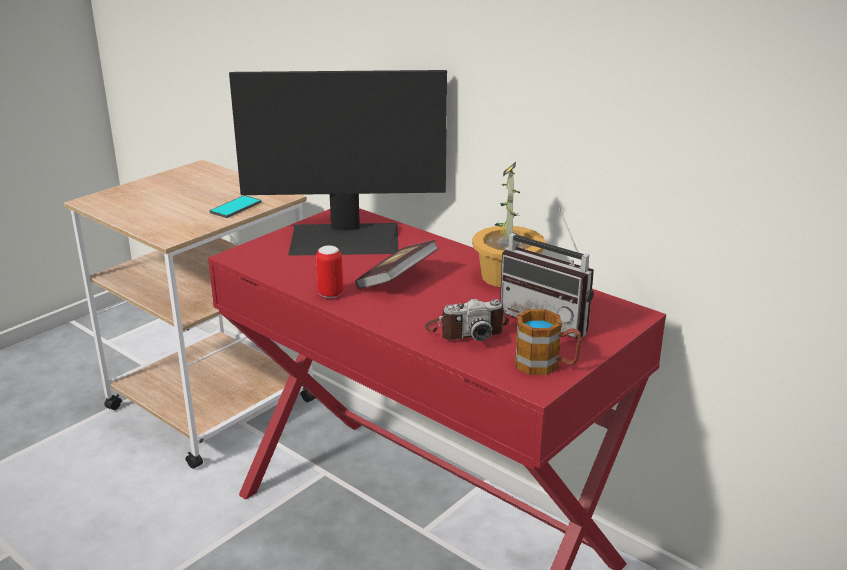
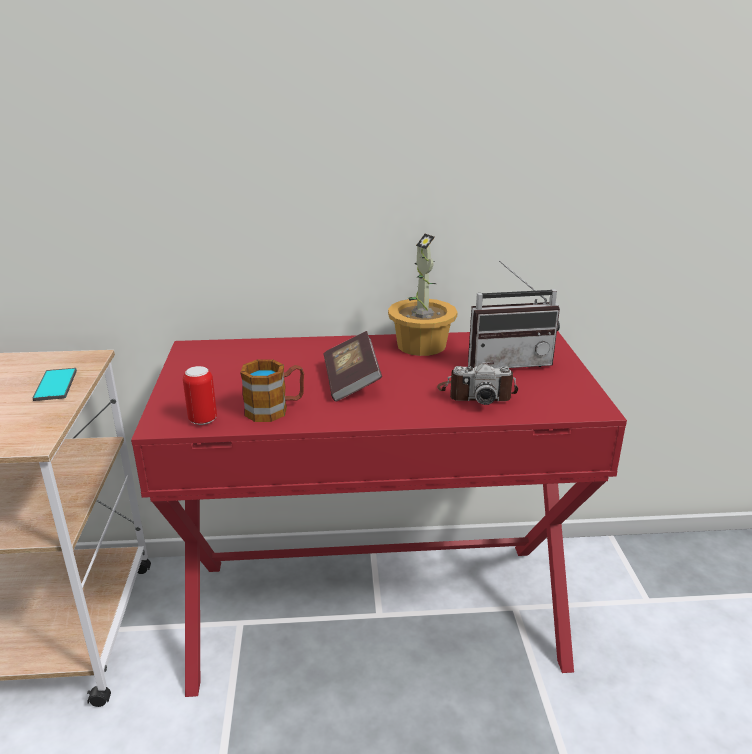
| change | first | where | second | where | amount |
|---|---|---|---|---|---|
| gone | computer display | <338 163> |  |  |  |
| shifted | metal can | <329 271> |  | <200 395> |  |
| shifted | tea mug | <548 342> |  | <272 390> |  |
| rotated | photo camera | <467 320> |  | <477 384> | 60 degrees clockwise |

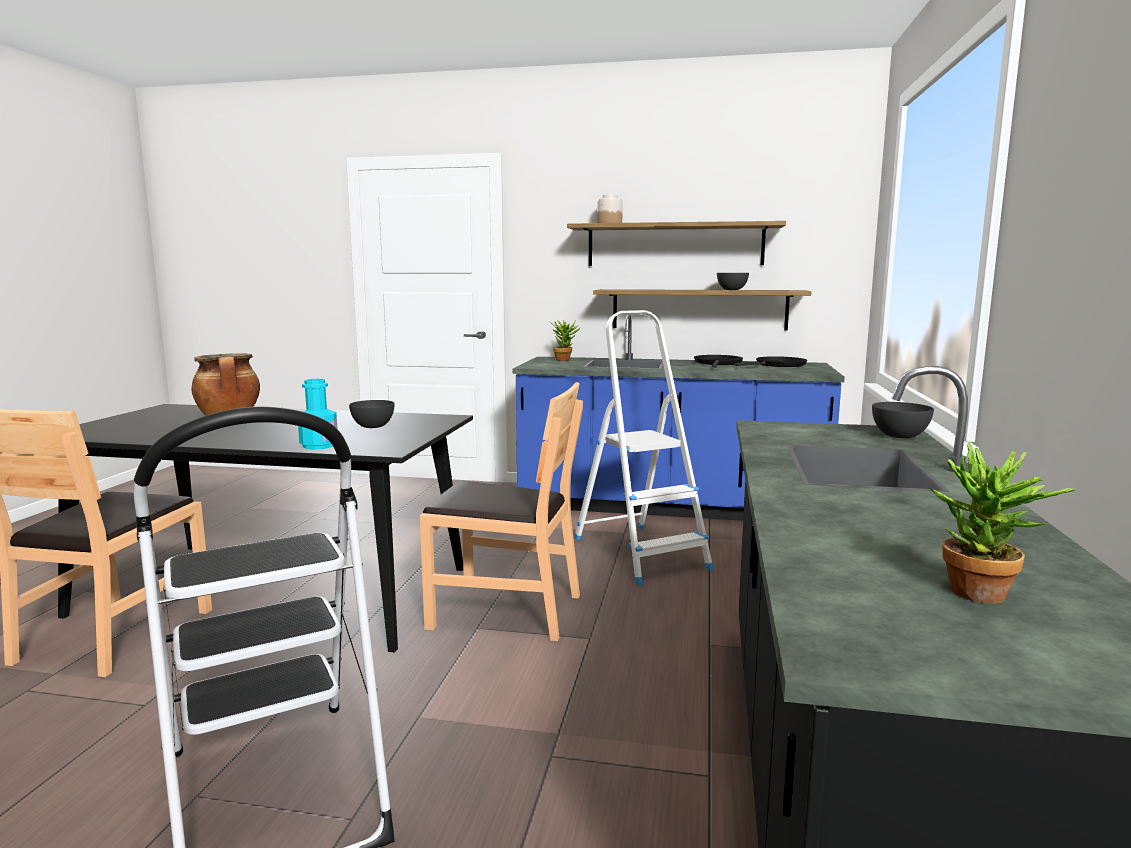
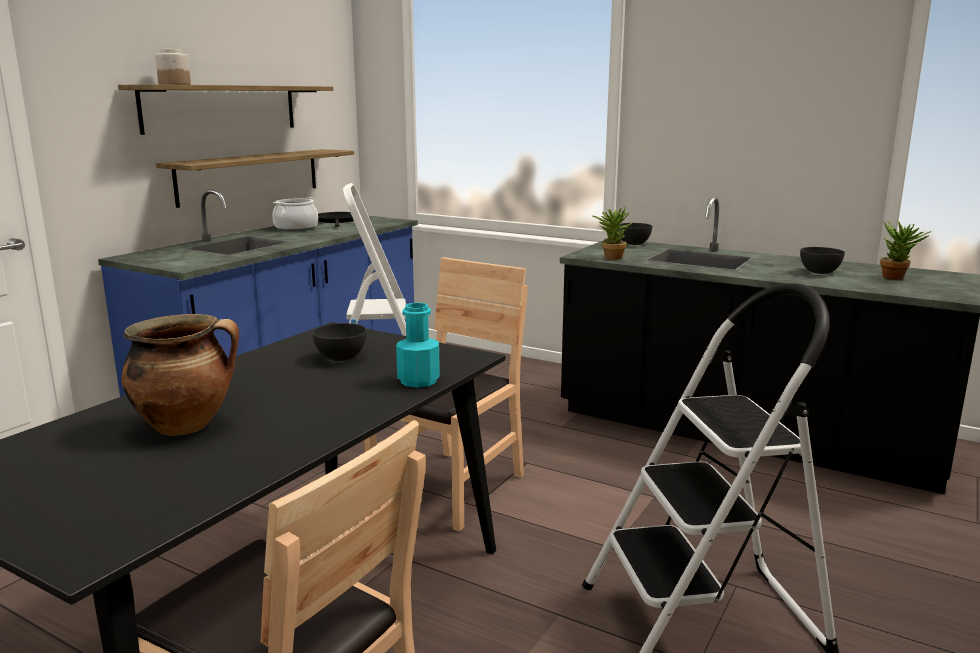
| change | first | where | second | where | amount |
|---|---|---|---|---|---|
| shifted | plant in a pot | <565 340> |  | <613 233> |  |
| shifted | bowl (gray) | <733 281> |  | <822 260> |  |
| swapped | frying pan (black-coloured) | <718 361> | stockpot | <295 214> |  |

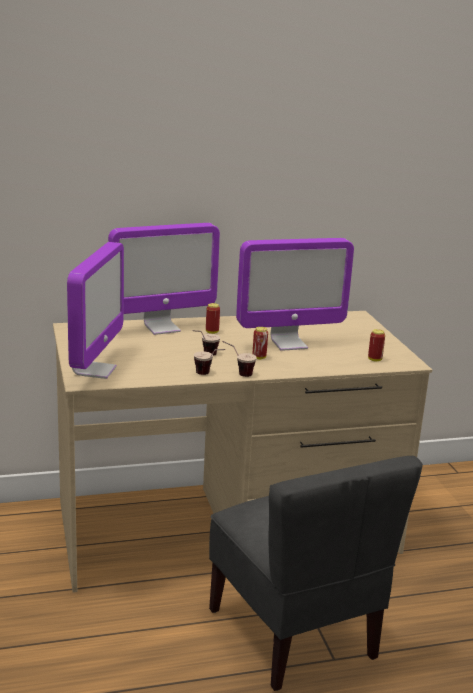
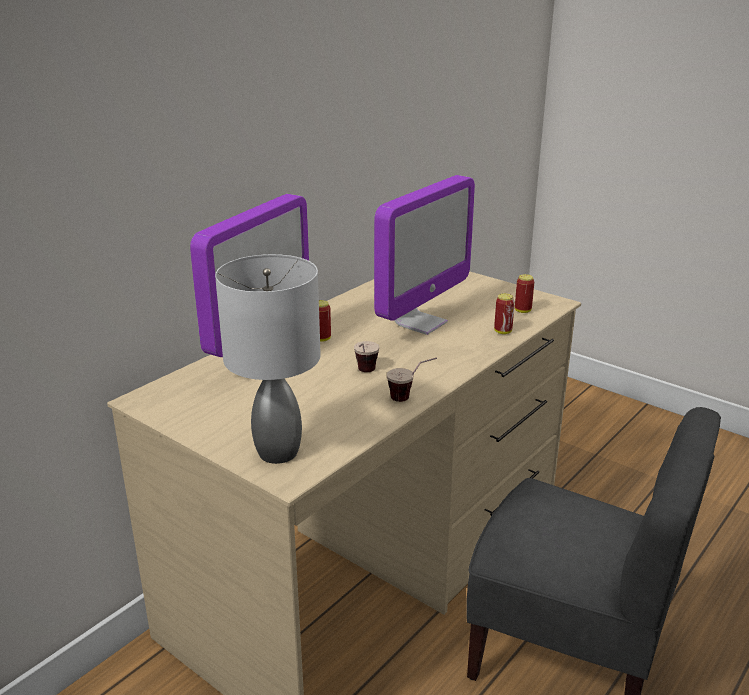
| change | first | where | second | where | amount |
|---|---|---|---|---|---|
| gone | drinking cup | <239 359> |  |  |  |
| shifted | metal can | <260 343> |  | <504 313> |  |
| swapped | computer display | <95 310> | table lamp (gray) | <268 359> |  |

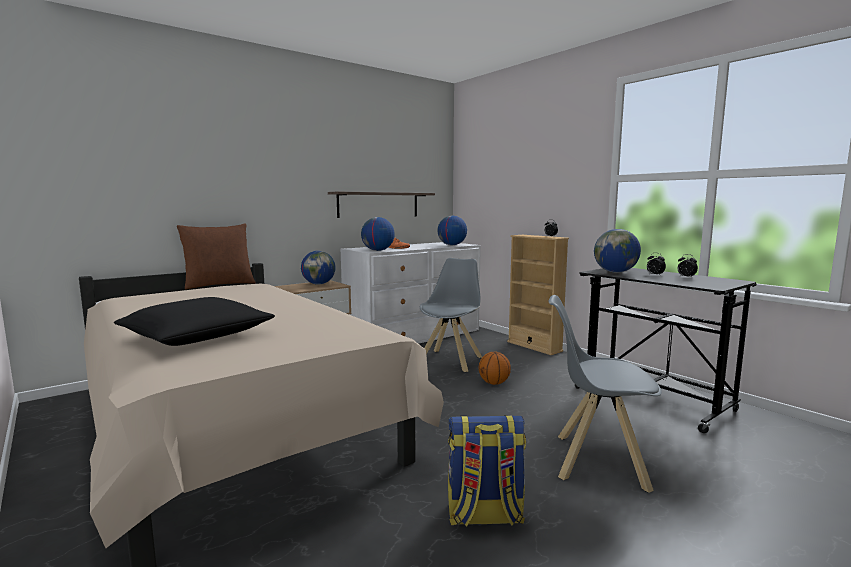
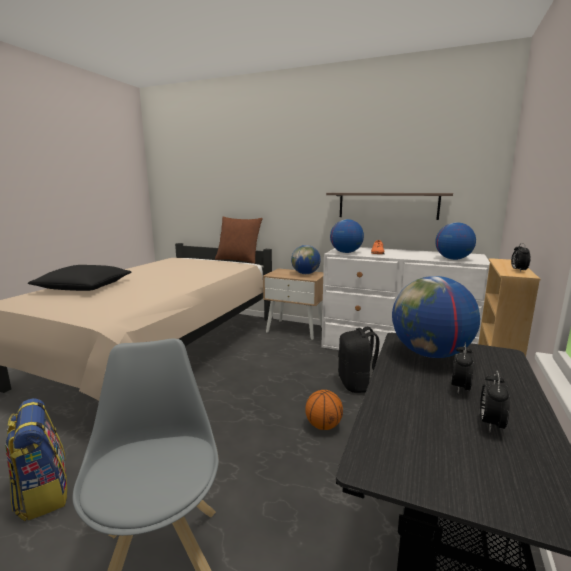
| change | first | where | second | where | amount |
|---|---|---|---|---|---|
| swapped | upright chair (gray) | <451 315> | rucksack (black-coloured) | <358 360> |  |

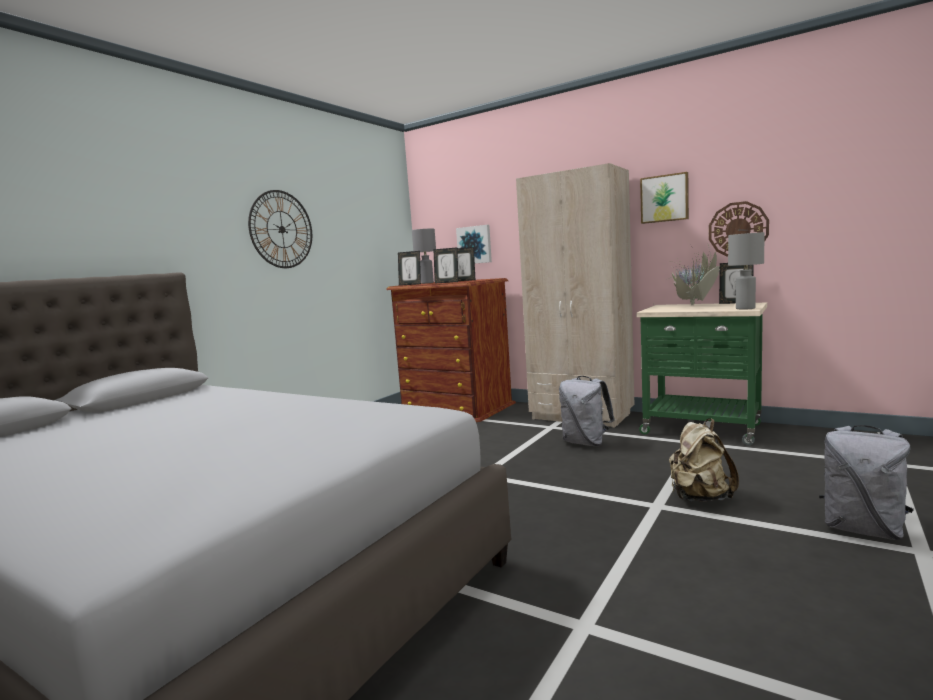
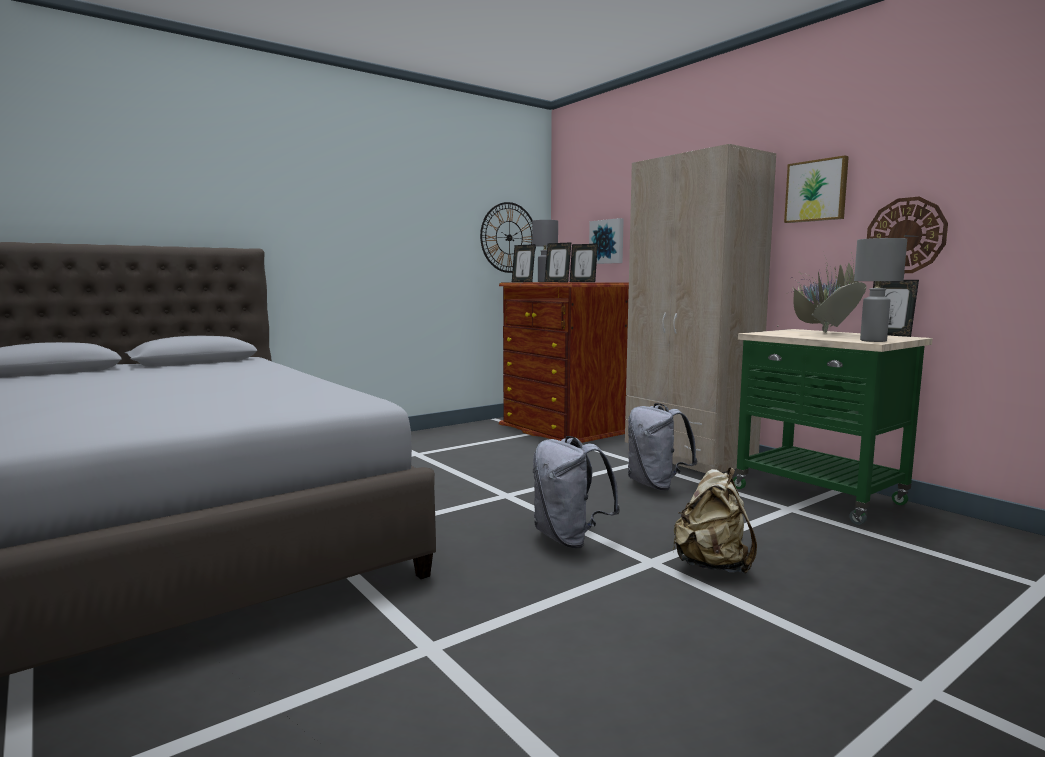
| change | first | where | second | where | amount |
|---|---|---|---|---|---|
| shifted | hanging clock | <280 229> |  | <508 237> |  |
| shifted | rucksack (gray) | <866 482> |  | <576 492> |  |

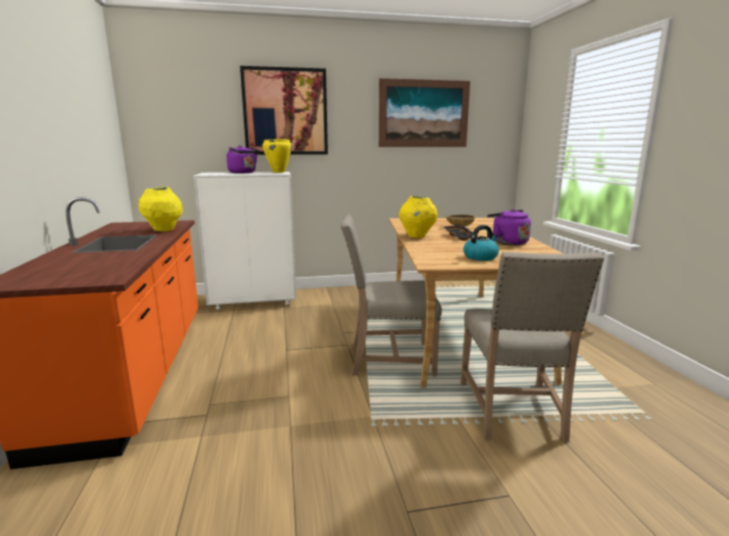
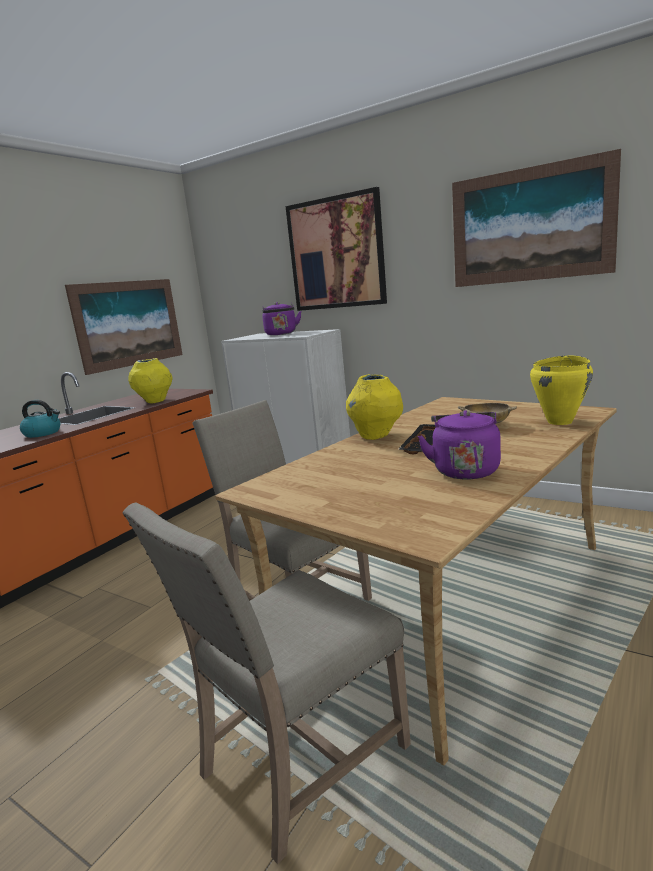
| change | first | where | second | where | amount |
|---|---|---|---|---|---|
| new |  |  | wall art | <124 327> |  |
| shifted | stockpot (yellow-coloured) | <277 156> |  | <561 390> |  |
| shifted | tea kettle | <481 243> |  | <40 419> |  |

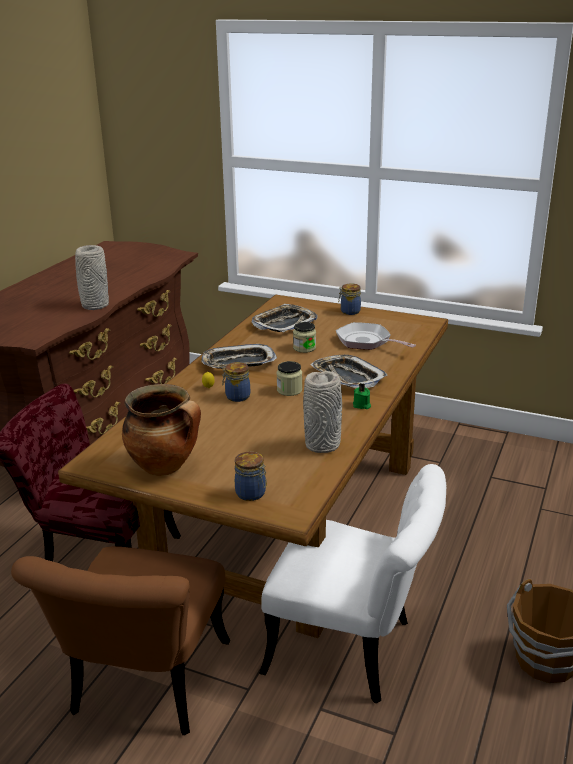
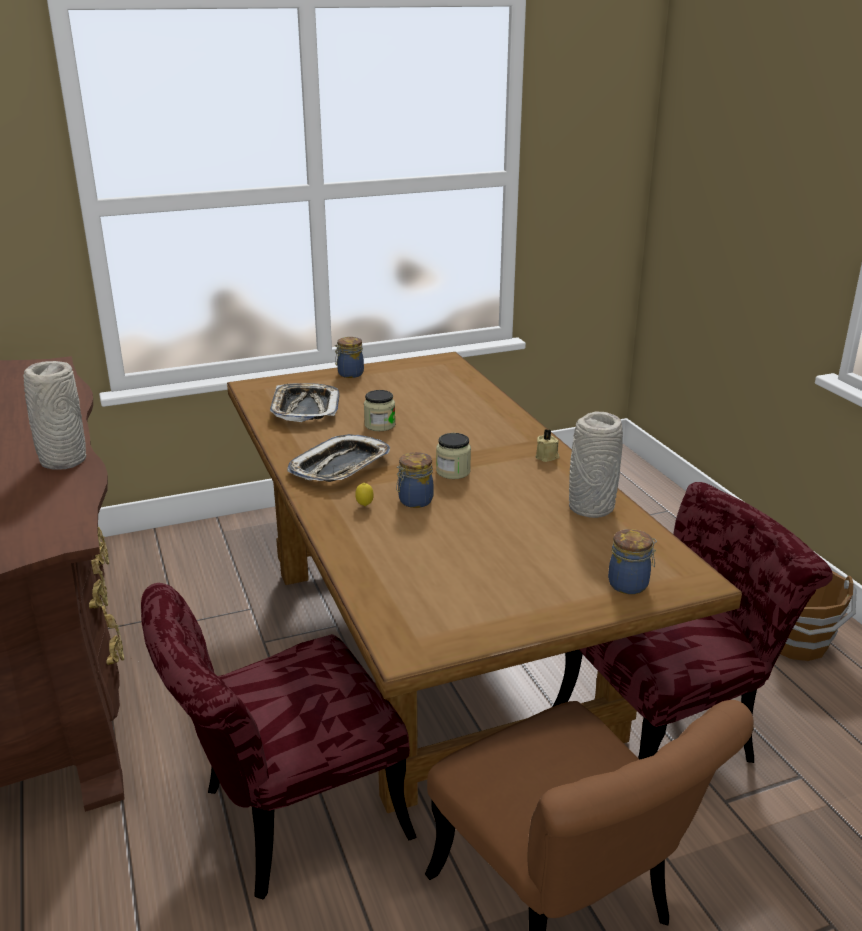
| change | first | where | second | where | amount |
|---|---|---|---|---|---|
| gone | stockpot | <161 430> |  |  |  |
| gone | serving tray | <349 371> |  |  |  |
| gone | frying pan | <376 336> |  |  |  |
| repainted | upright chair (white-coloured) | <352 583> | upright chair (red) | <692 622> |  |
| repainted | wax candle (green) | <362 396> | wax candle (sand-coloured) | <547 445> |  |

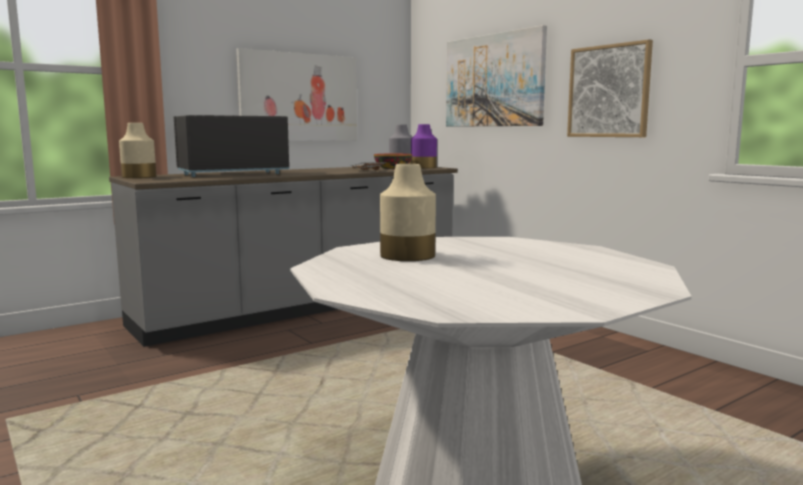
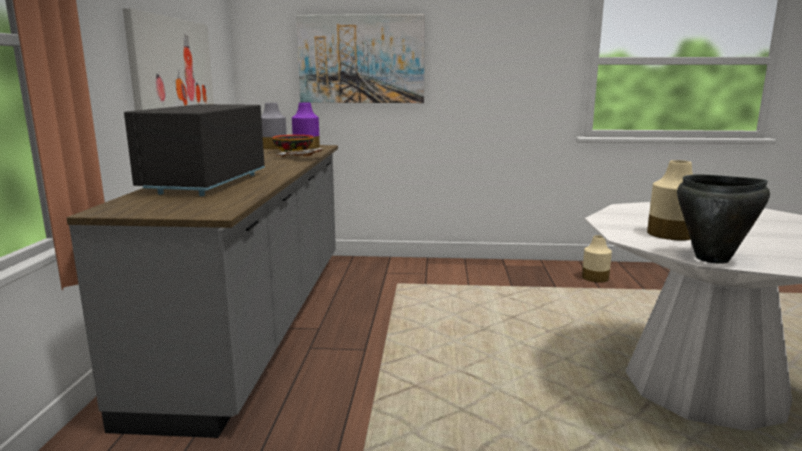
| change | first | where | second | where | amount |
|---|---|---|---|---|---|
| gone | wall art | <610 88> |  |  |  |
| new |  |  | stockpot (black-coloured) | <723 219> |  |
| shifted | vase (sand-coloured) | <138 150> |  | <597 258> |  |

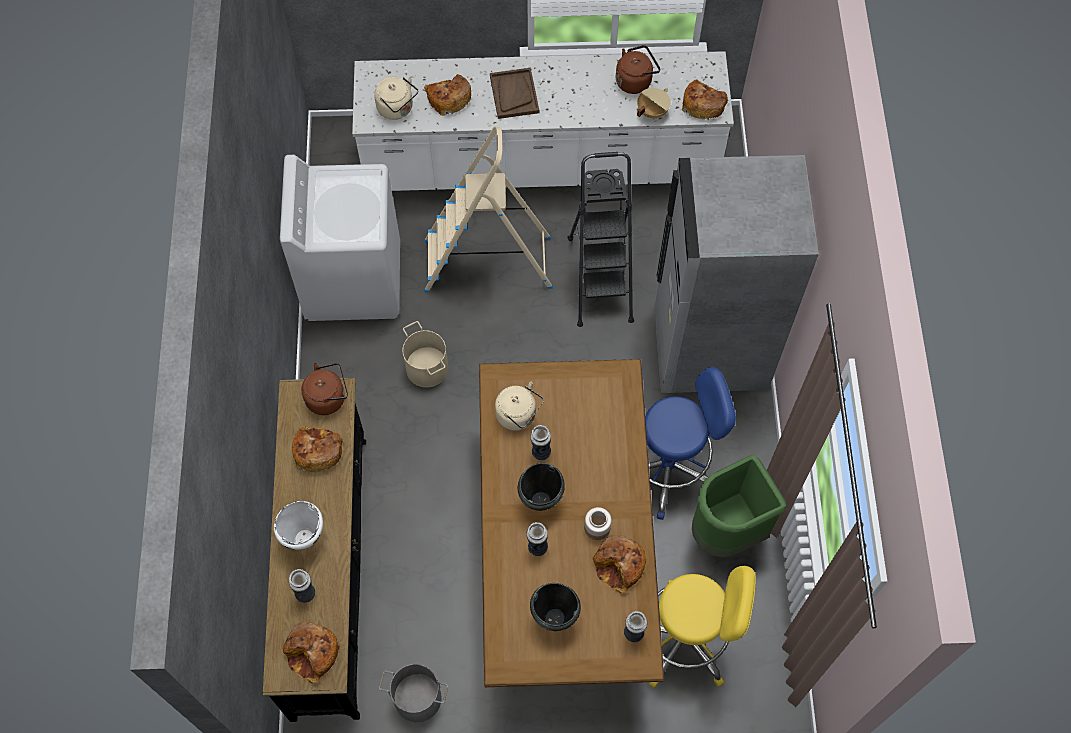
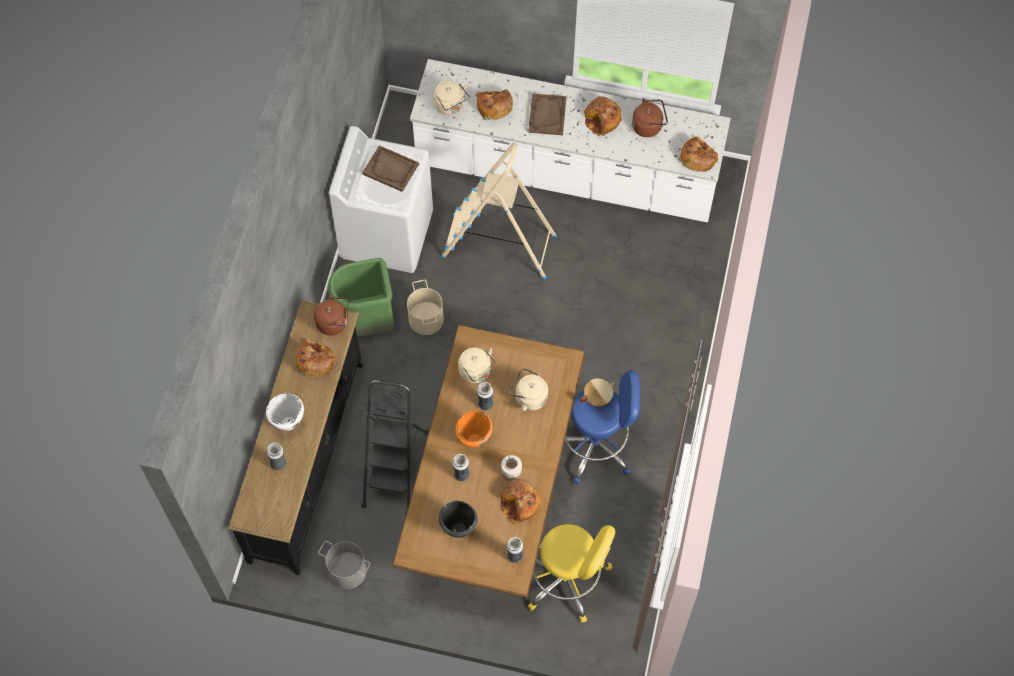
| change | first | where | second | where | amount |
|---|---|---|---|---|---|
| gone | refrigerator (gray) | <736 274> |  |  |  |
| new |  |  | serving tray (brownish) | <390 168> |  |
| new |  |  | tea kettle (sand-coloured) | <529 389> |  |
| shifted | bakery bread | <312 652> |  | <603 116> |  |
| shifted | step ladder | <600 239> |  | <395 446> |  |
| shifted | stockpot (sand-coloured) | <654 103> |  | <597 392> |  |
| shifted | trash can (green) | <739 506> |  | <361 297> |  |
| repainted | stockpot (black-coloured) | <541 487> | stockpot (orange) | <474 428> |  |

